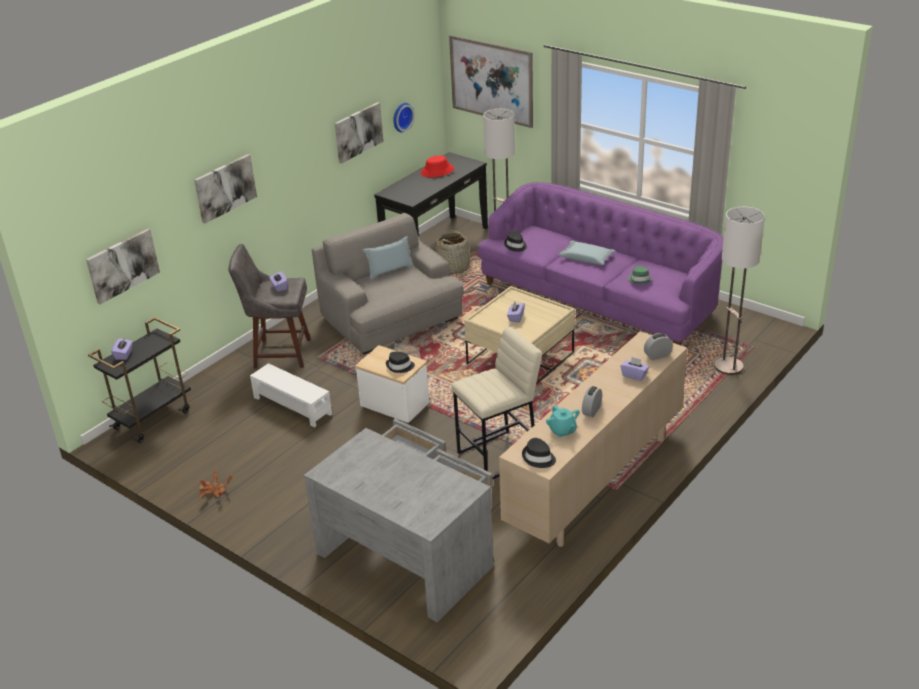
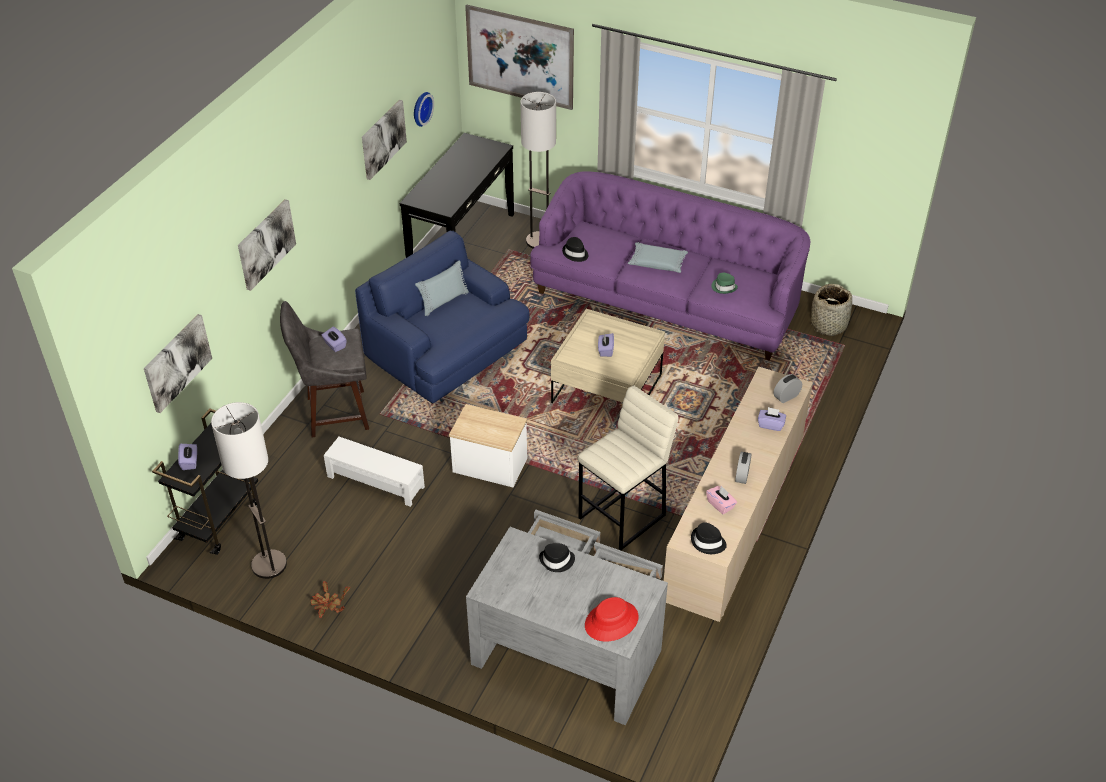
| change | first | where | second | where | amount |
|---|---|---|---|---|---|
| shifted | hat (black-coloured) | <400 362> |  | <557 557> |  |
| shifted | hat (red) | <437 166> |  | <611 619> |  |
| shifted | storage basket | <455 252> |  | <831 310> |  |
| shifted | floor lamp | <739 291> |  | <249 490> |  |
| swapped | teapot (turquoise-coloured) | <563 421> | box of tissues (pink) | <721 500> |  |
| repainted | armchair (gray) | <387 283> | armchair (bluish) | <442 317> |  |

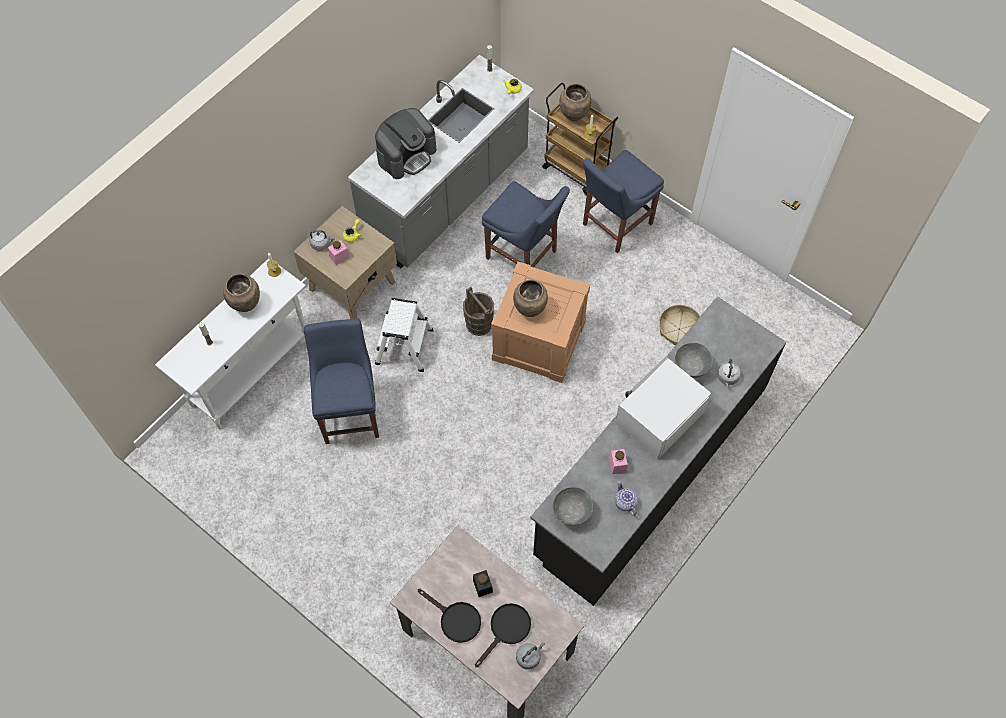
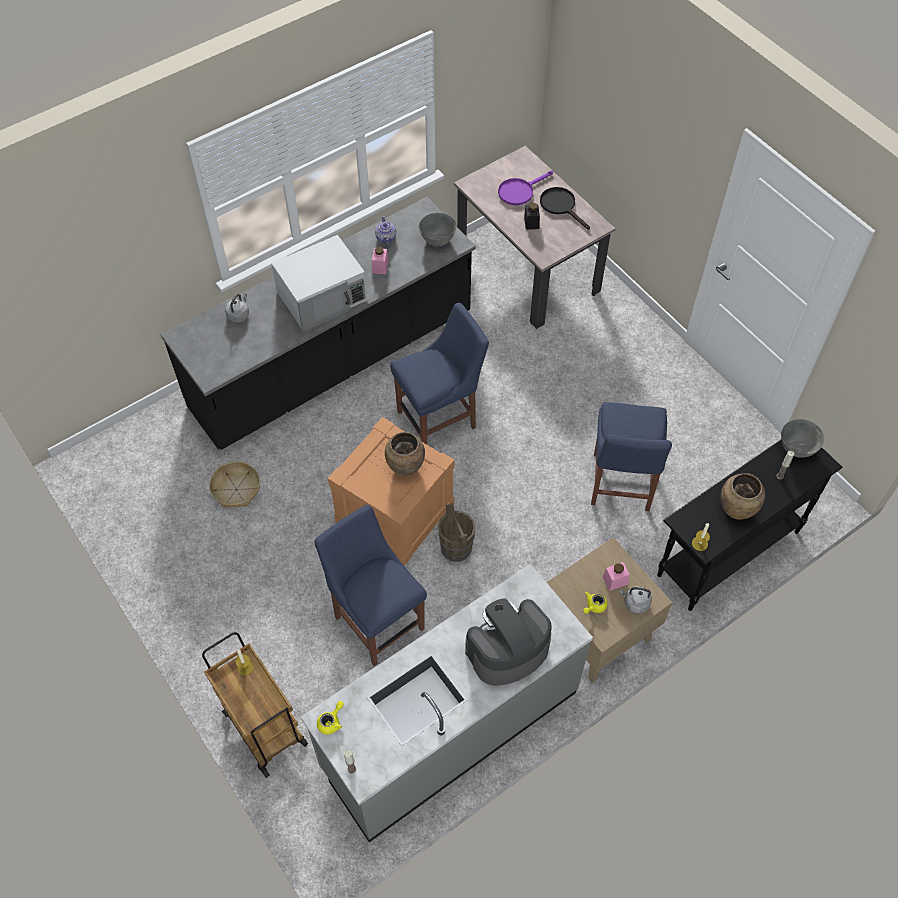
| change | first | where | second | where | amount |
|---|---|---|---|---|---|
| gone | step ladder (white-coloured) | <404 335> |  |  |  |
| gone | tea kettle (gray) | <530 656> |  |  |  |
| gone | vase (brownish) | <575 102> |  |  |  |
| shifted | upright chair (bluish) | <623 201> |  | <439 373> |  |
| shifted | bowl (gray) | <694 360> |  | <802 438> |  |
| repainted | hall table (white-coloured) | <230 343> | hall table (black-coloured) | <750 525> |  |
| repainted | frying pan (black-coloured) | <503 635> | frying pan (purplish) | <525 188> |  |

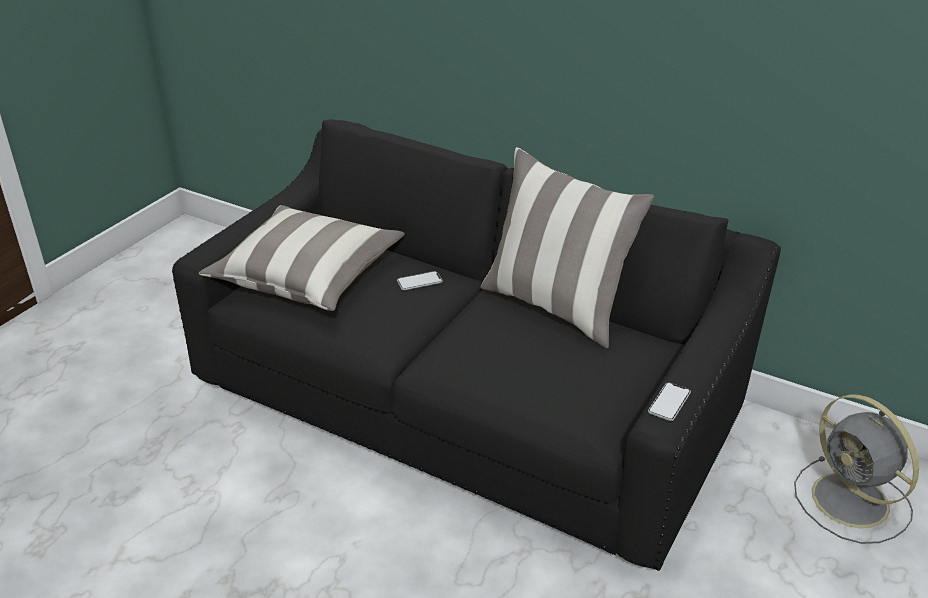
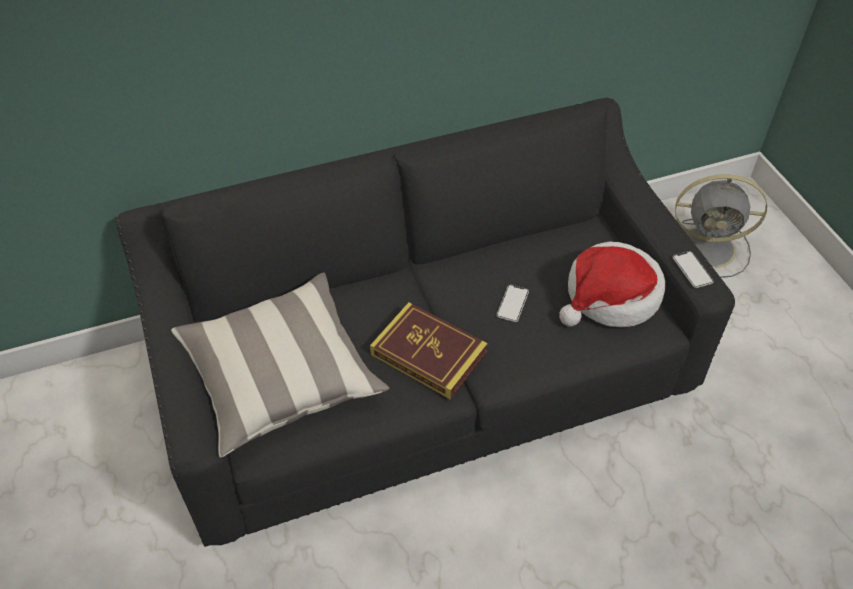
| change | first | where | second | where | amount |
|---|---|---|---|---|---|
| gone | pillow | <567 248> |  |  |  |
| new |  |  | book | <429 351> |  |
| new |  |  | hat | <612 284> |  |
| shifted | telephone | <420 280> |  | <512 303> |  |

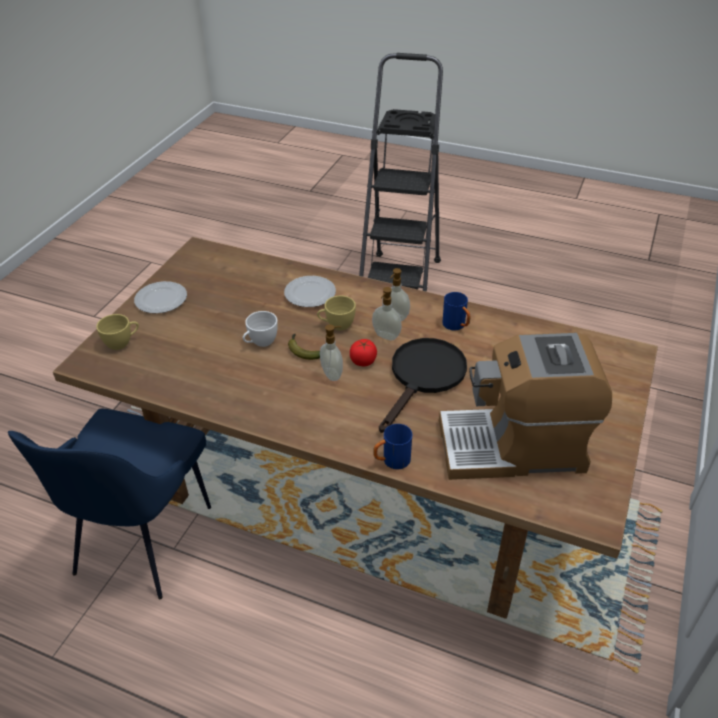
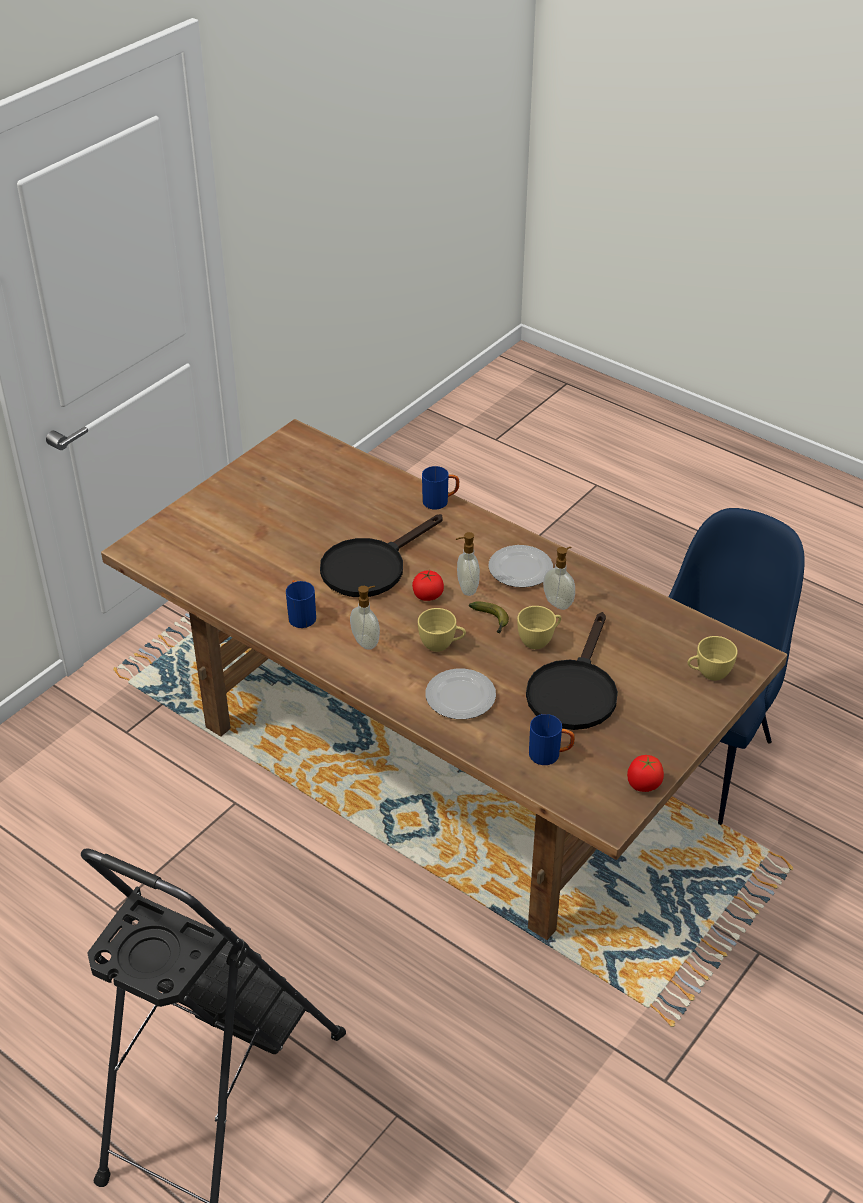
| change | first | where | second | where | amount |
|---|---|---|---|---|---|
| gone | coffee brewer | <525 406> |  |  |  |
| new |  |  | frying pan (black-coloured) | <572 671> |  |
| new |  |  | tea mug (bluish) | <552 739> |  |
| new |  |  | tomato | <645 773> |  |
| shifted | flat dish | <160 297> |  | <520 566> |  |
| shifted | liquid soap bottle | <387 313> |  | <559 578> |  |
| repainted | drinking cup (white-coloured) | <260 329> | drinking cup (yellow-coloured) | <539 627> |  |

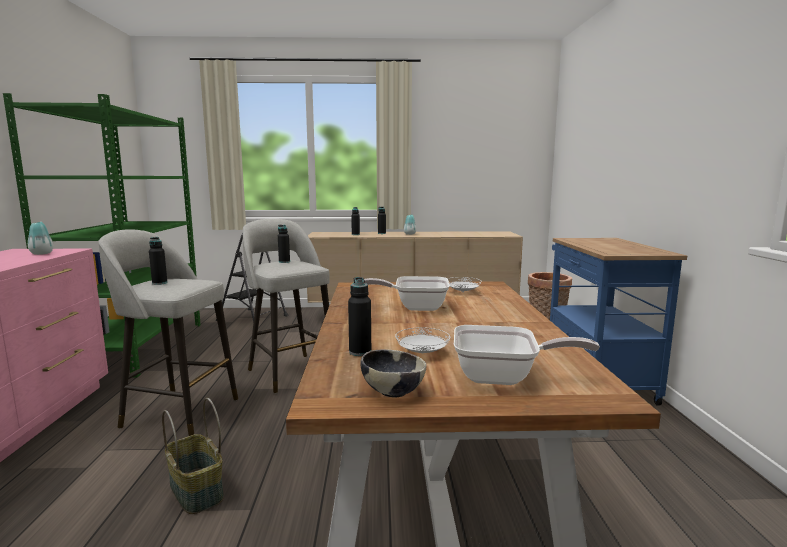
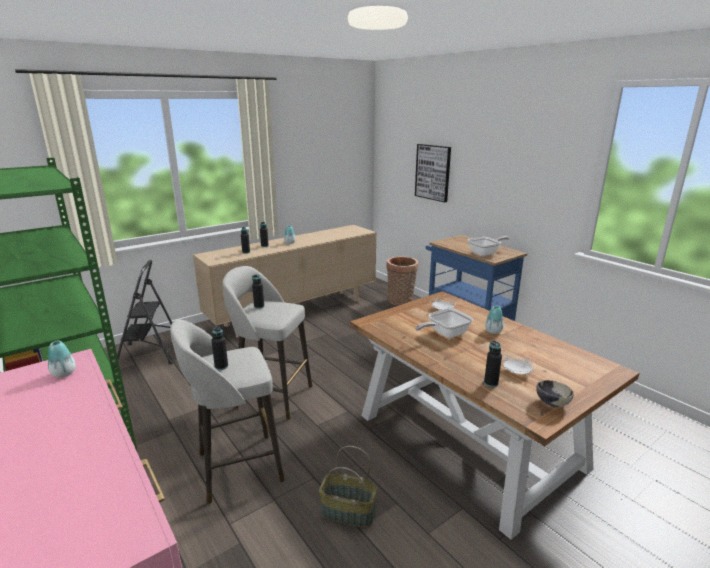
| change | first | where | second | where | amount |
|---|---|---|---|---|---|
| new |  |  | wall art | <433 173> |  |
| new |  |  | vase | <494 320> |  |
| shifted | frying pan | <527 355> |  | <488 246> |  |

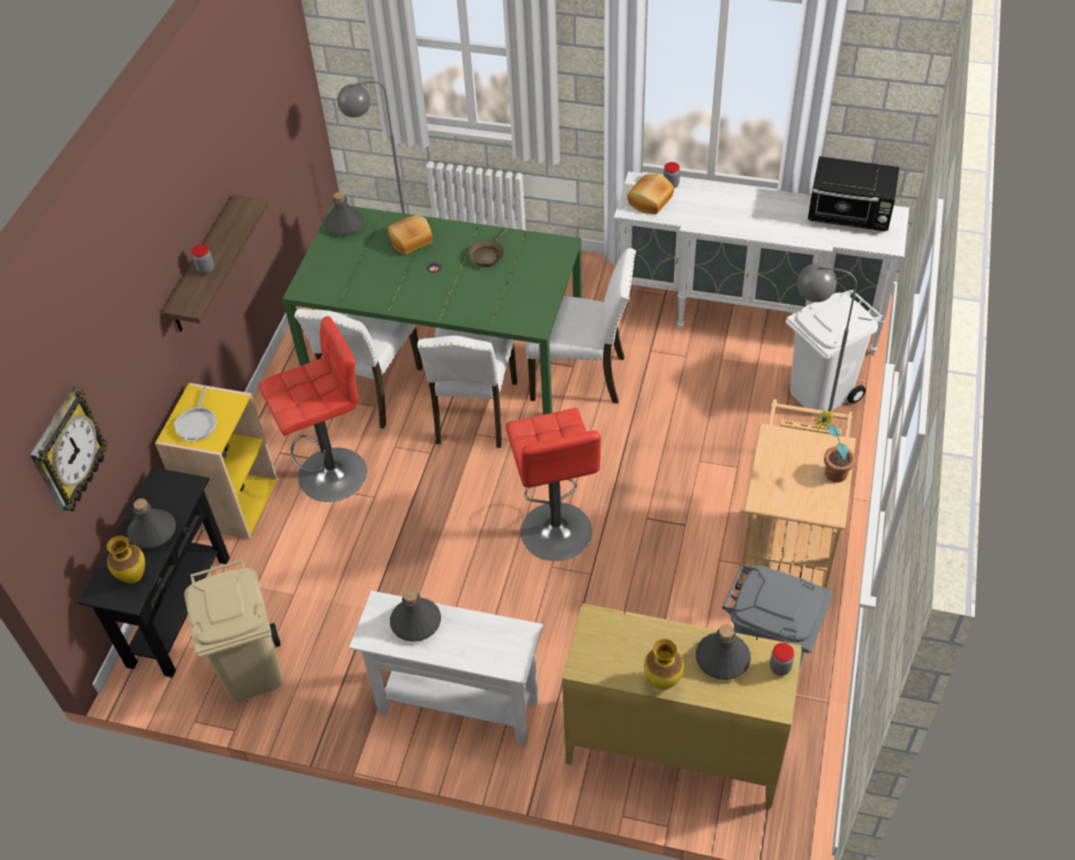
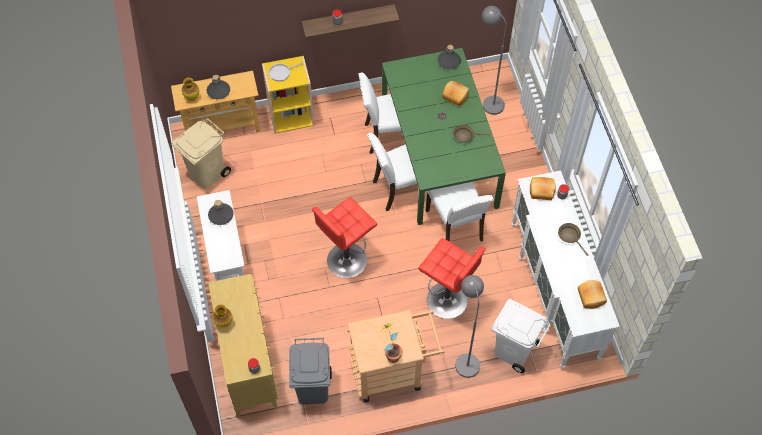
| change | first | where | second | where | amount |
|---|---|---|---|---|---|
| gone | hanging clock | <69 449> |  |  |  |
| gone | bottle (gray) | <723 652> |  |  |  |
| new |  |  | frying pan (brownish) | <573 239> |  |
| shifted | stool (red) | <312 409> |  | <452 278> |  |
| swapped | kitchen microwave (black-coloured) | <854 193> | bakery bread | <592 294> |  |
| repainted | hall table (black-coloured) | <153 572> | hall table (sand-coloured) | <215 102> |  |

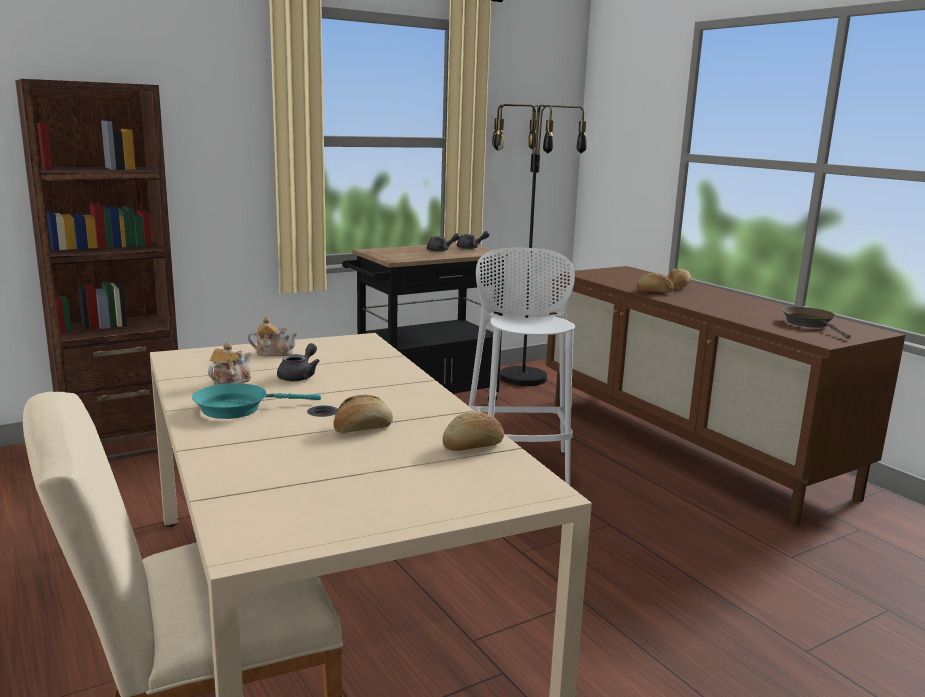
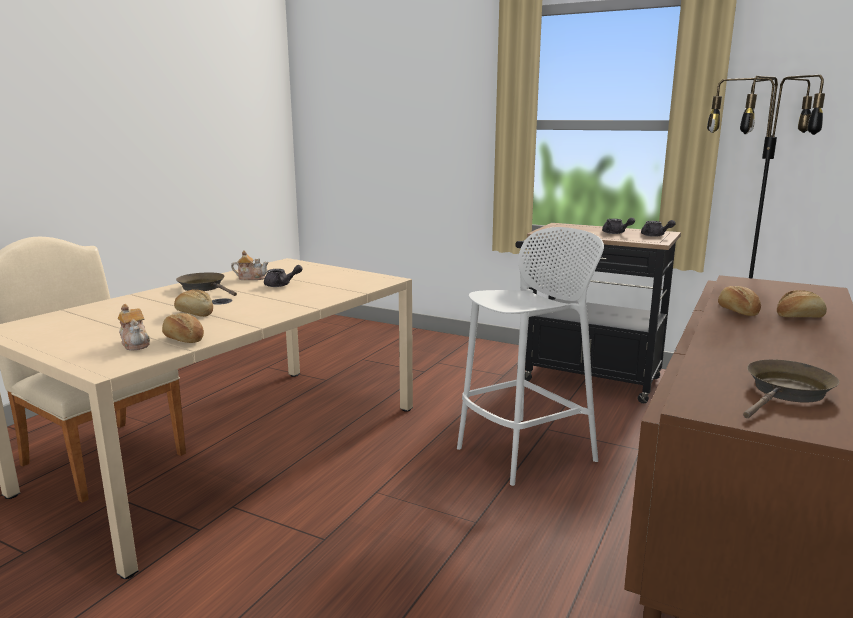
| change | first | where | second | where | amount |
|---|---|---|---|---|---|
| gone | bookshelf (brownish) | <96 270> |  |  |  |
| shifted | teapot | <272 336> |  | <134 327> |  |
| repainted | frying pan (turquoise-coloured) | <256 401> | frying pan (brownish) | <206 284> |  |

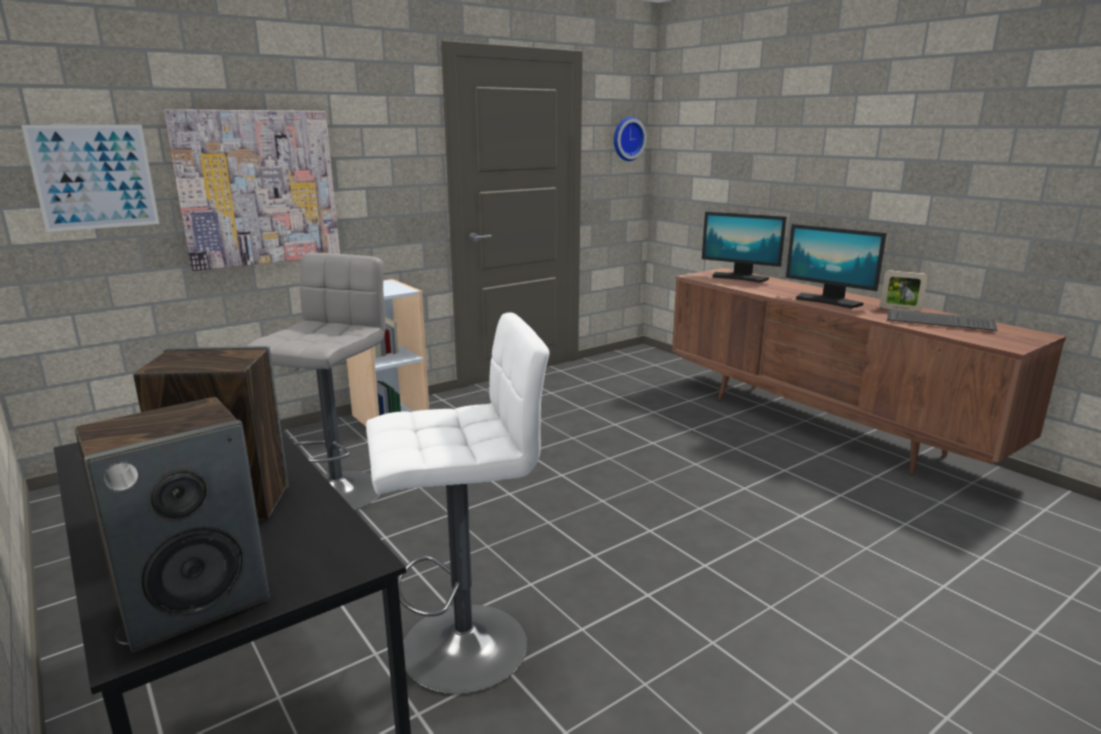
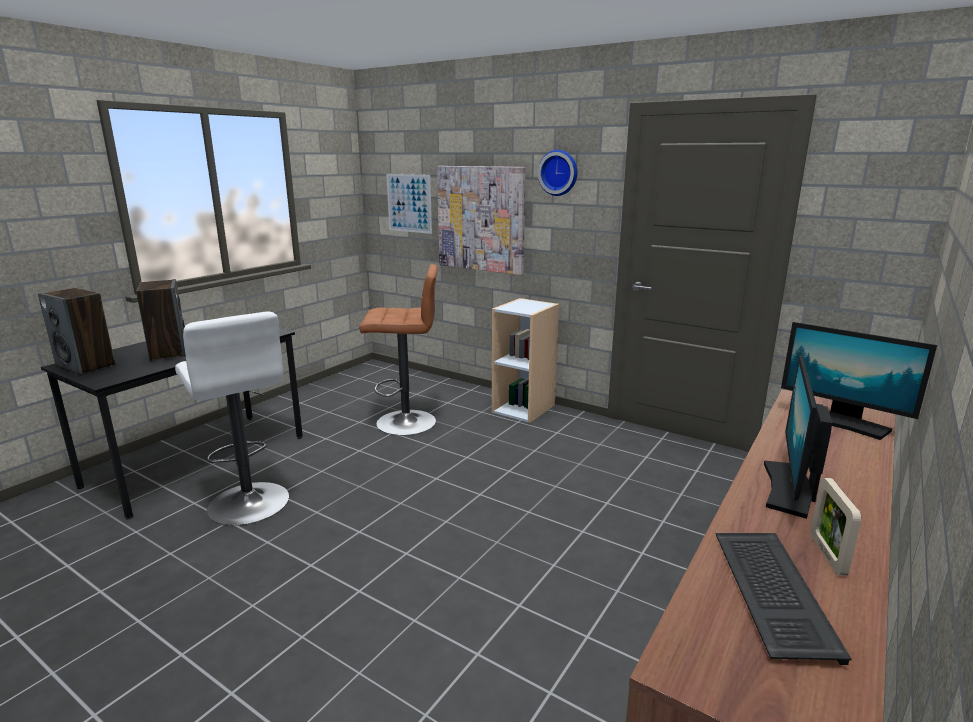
| change | first | where | second | where | amount |
|---|---|---|---|---|---|
| shifted | hanging clock | <630 139> |  | <557 173> |  |
| repainted | stool (gray) | <317 381> | stool (brownish) | <398 349> |  |
| rotated | computer display | <744 247> |  | <859 381> | 60 degrees counterclockwise |

